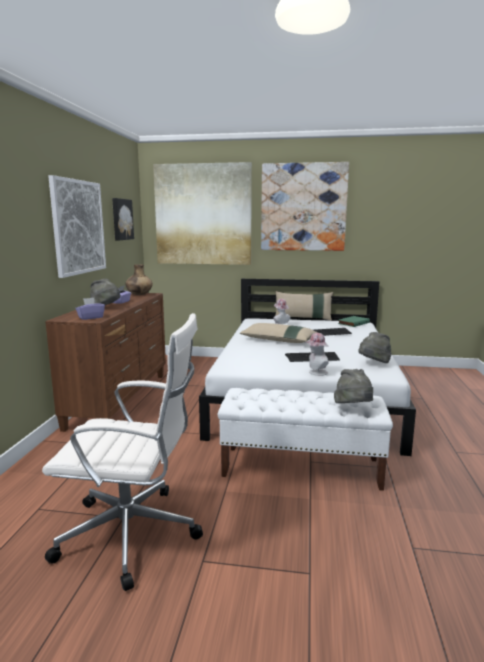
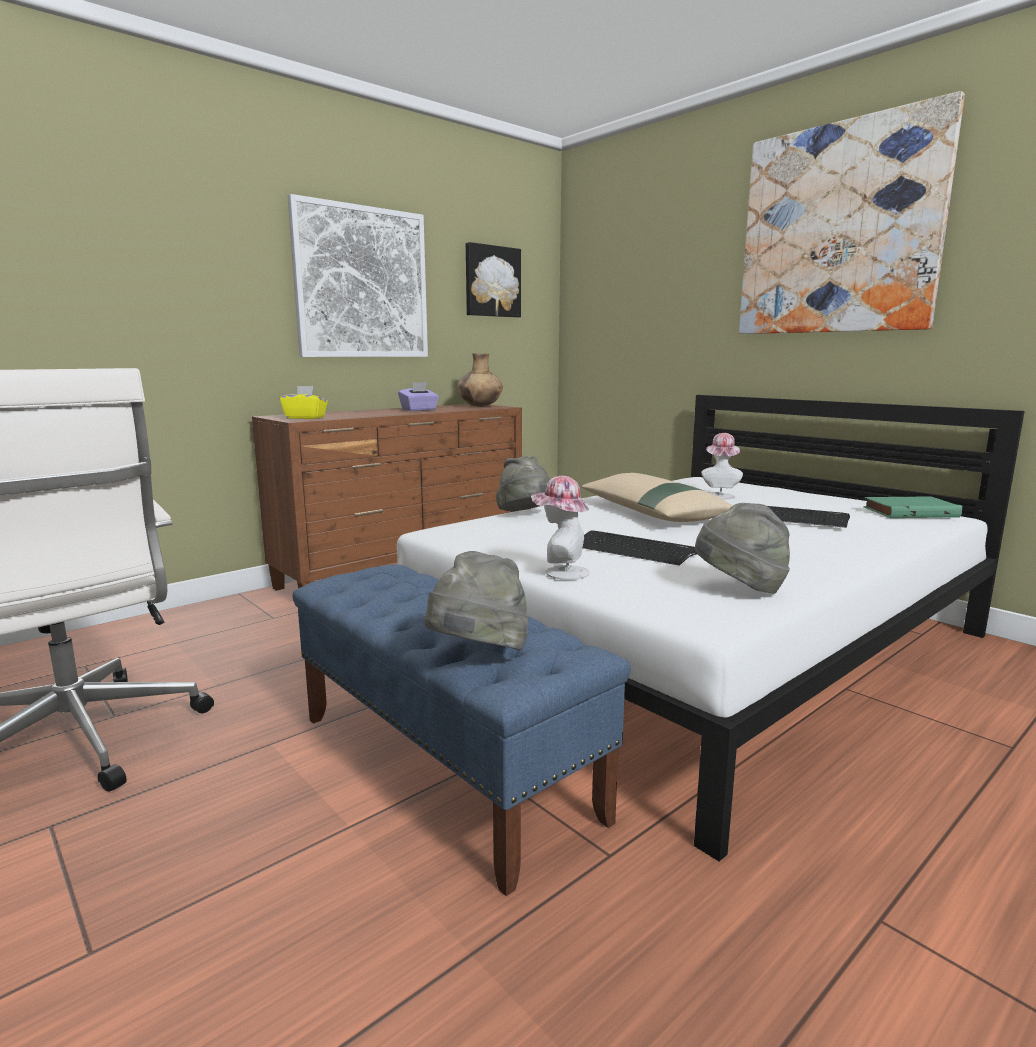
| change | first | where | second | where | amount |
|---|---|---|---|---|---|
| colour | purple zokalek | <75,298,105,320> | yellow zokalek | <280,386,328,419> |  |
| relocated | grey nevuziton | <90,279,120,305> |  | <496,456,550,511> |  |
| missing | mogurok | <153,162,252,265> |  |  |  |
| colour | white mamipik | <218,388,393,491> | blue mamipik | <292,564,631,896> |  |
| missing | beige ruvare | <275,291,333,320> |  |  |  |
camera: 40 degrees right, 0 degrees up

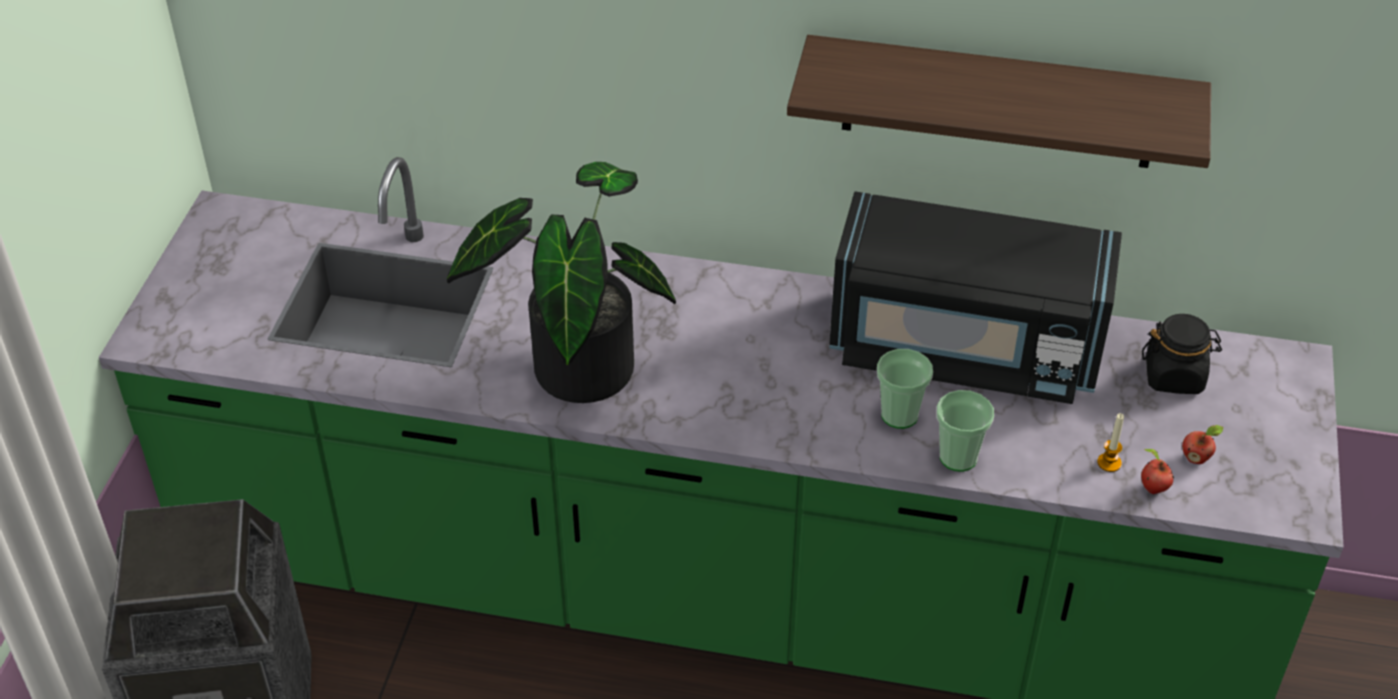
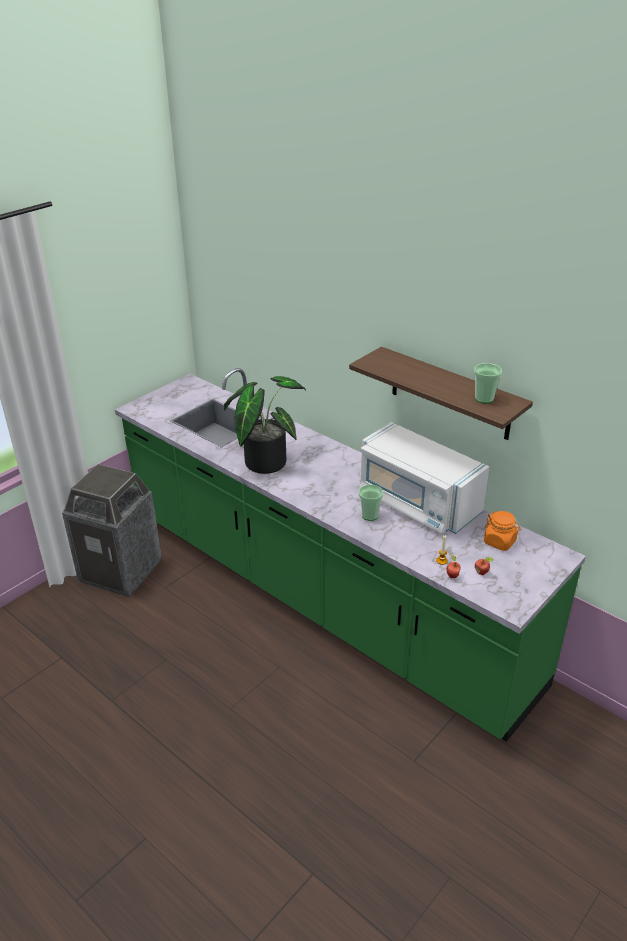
| change | first | where | second | where | amount |
|---|---|---|---|---|---|
| colour | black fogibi | <829,191,1122,404> | white fogibi | <359,422,489,534> |  |
| relocated | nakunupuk | <937,390,994,472> |  | <474,363,502,404> |  |
| colour | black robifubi | <1142,314,1222,394> | orange robifubi | <484,511,521,551> |  |
camera: 30 degrees right, 10 degrees down

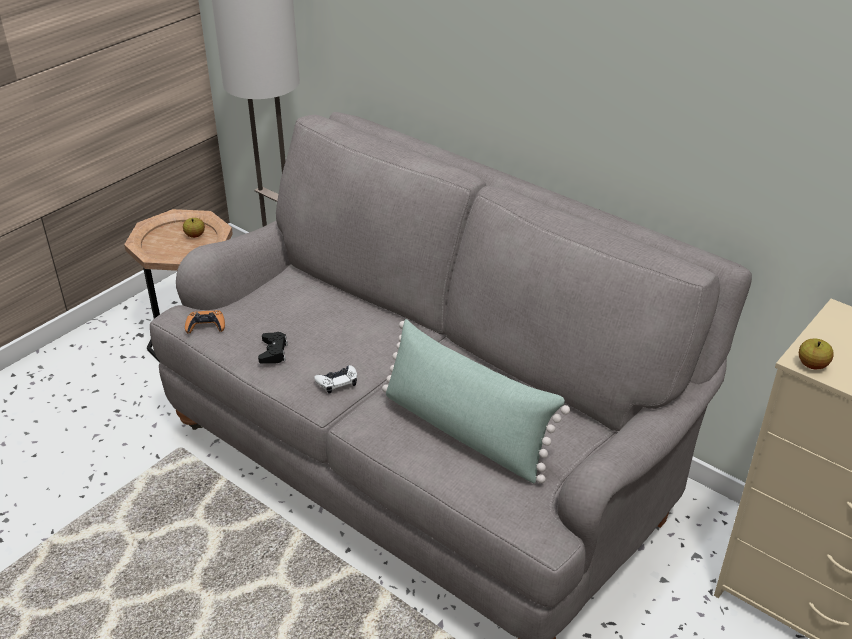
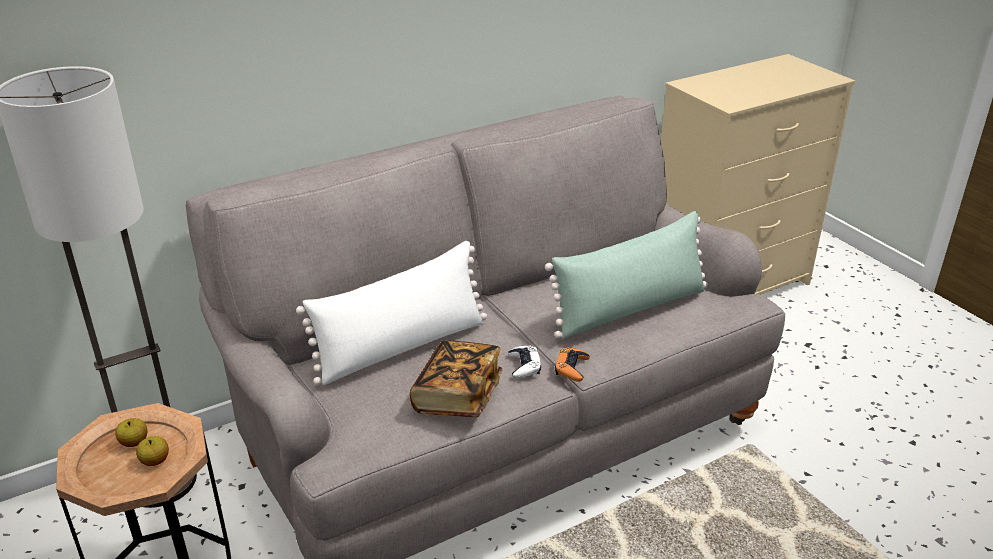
| change | first | where | second | where | amount |
|---|---|---|---|---|---|
| relocated | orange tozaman | <185,310,225,334> |  | <555,347,590,382> |  |
| exchanged | black tozaman | <258,332,288,364> | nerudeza | <410,340,502,417> |  |
| relocated | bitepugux | <799,338,834,369> |  | <136,436,169,466> |  |
| appeared |  |  | white ruvare | <296,241,487,385> |  |
camera: 70 degrees left, 5 degrees down

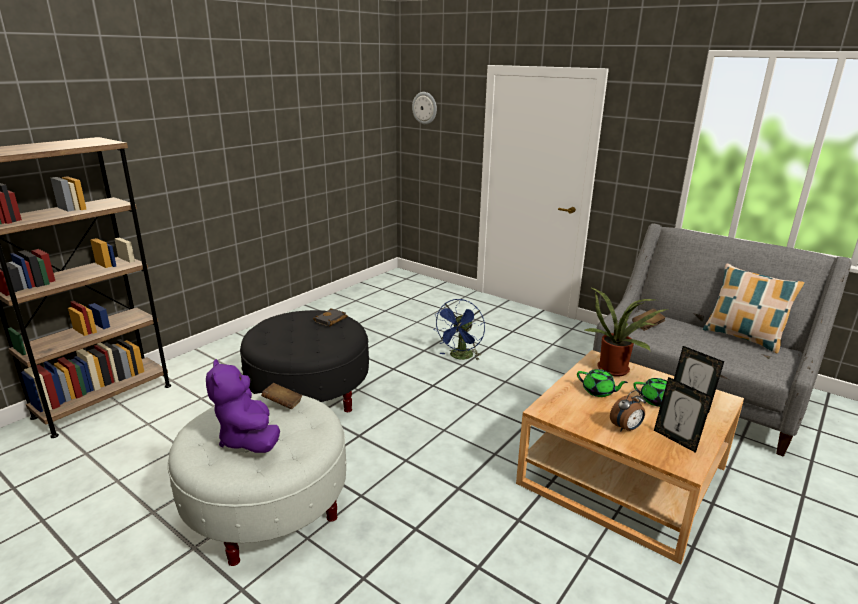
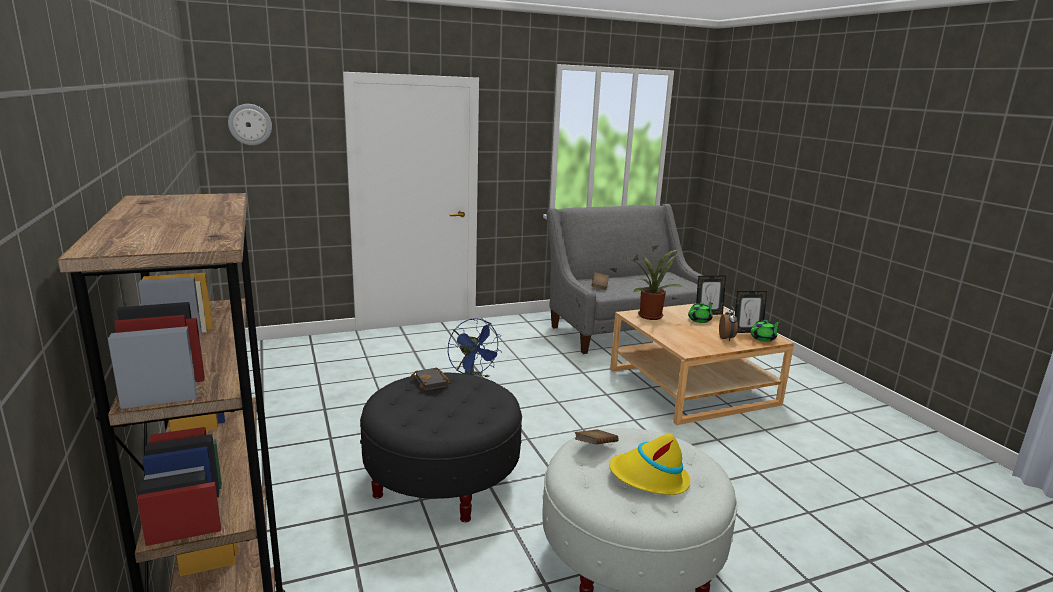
| change | first | where | second | where | amount |
|---|---|---|---|---|---|
| exchanged | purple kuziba | <206,359,280,453> | yellow nevuziton | <609,434,690,495> |  |
| relocated | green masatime | <577,369,628,397> |  | <751,320,781,342> |  |
| missing | ruvare | <703,263,805,353> |  |  |  |
camera: 60 degrees left, 5 degrees down

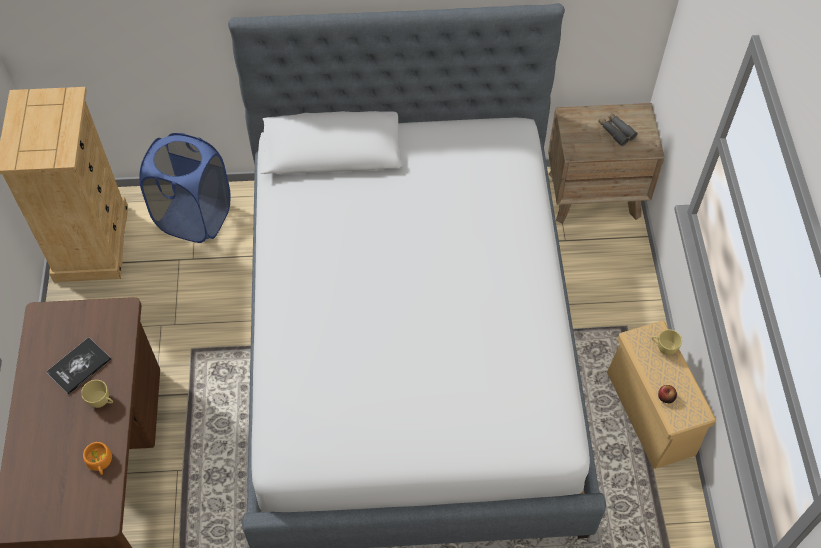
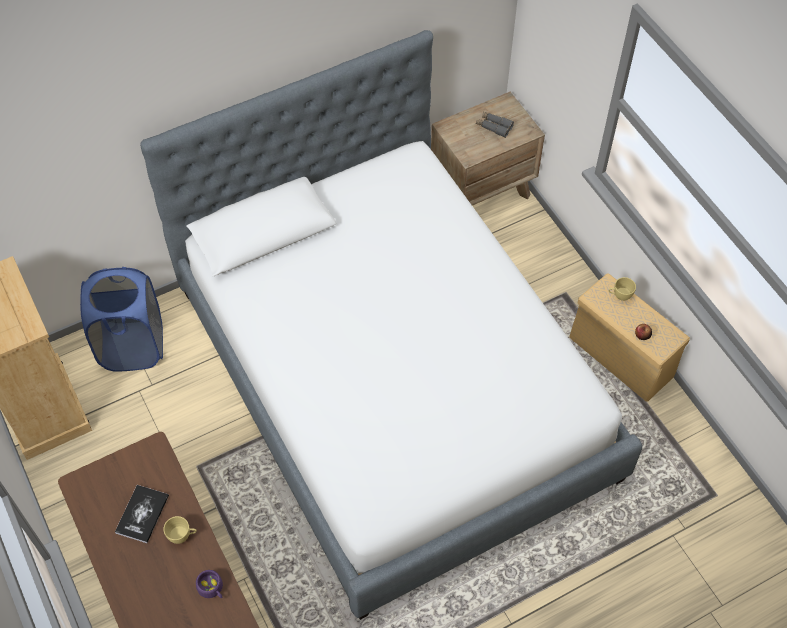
| change | first | where | second | where | amount |
|---|---|---|---|---|---|
| colour | orange nakunupuk | <83,442,112,475> | purple nakunupuk | <196,570,223,598> |  |
camera: 25 degrees left, 0 degrees up

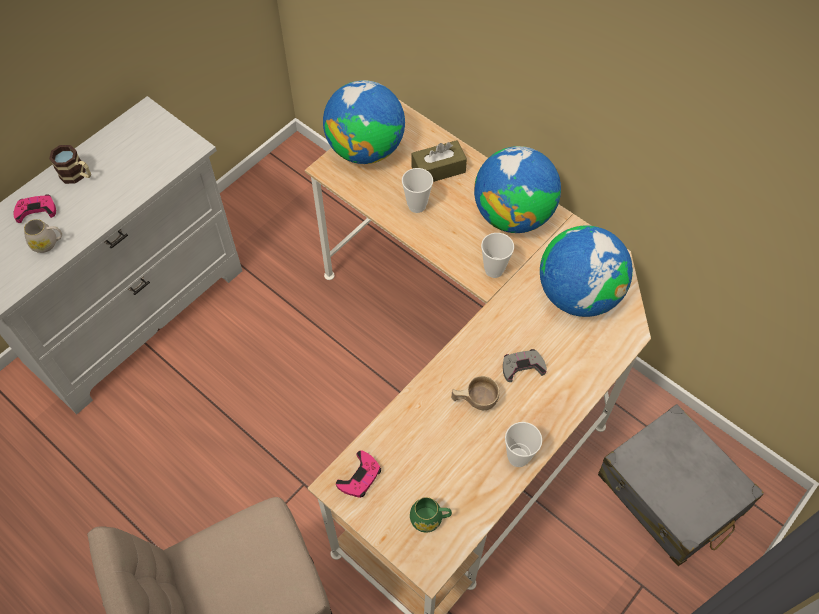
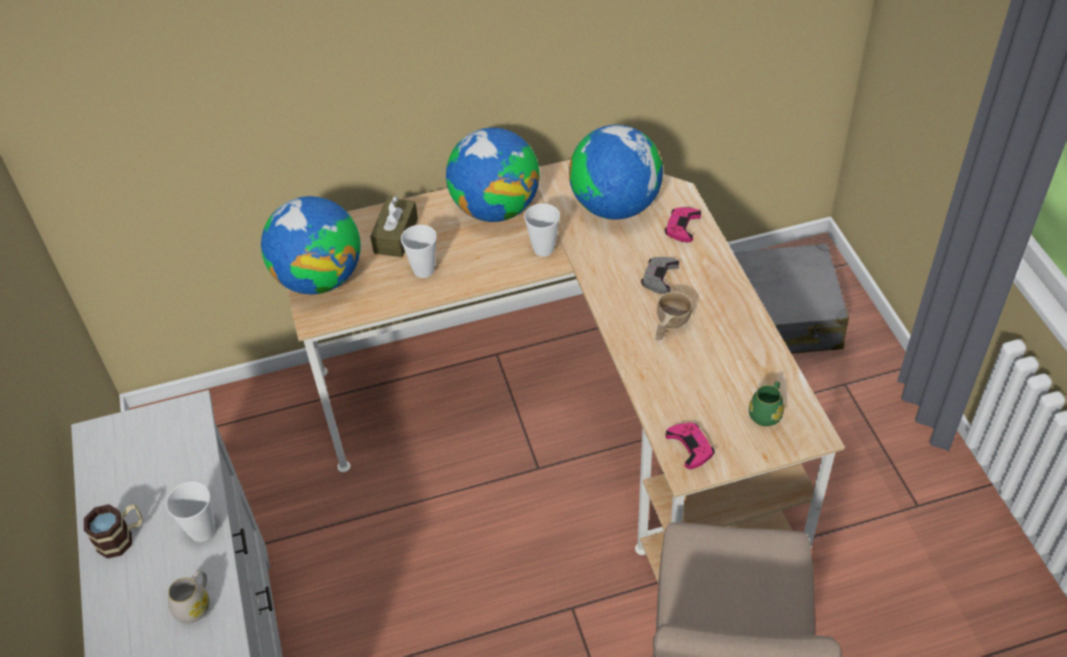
| change | first | where | second | where | amount |
|---|---|---|---|---|---|
| relocated | pink tozaman | <14,194,56,223> |  | <665,207,701,242> |  |
| relocated | nakunupuk | <505,422,542,467> |  | <166,482,215,542> |  |
camera: 55 degrees left, 10 degrees down

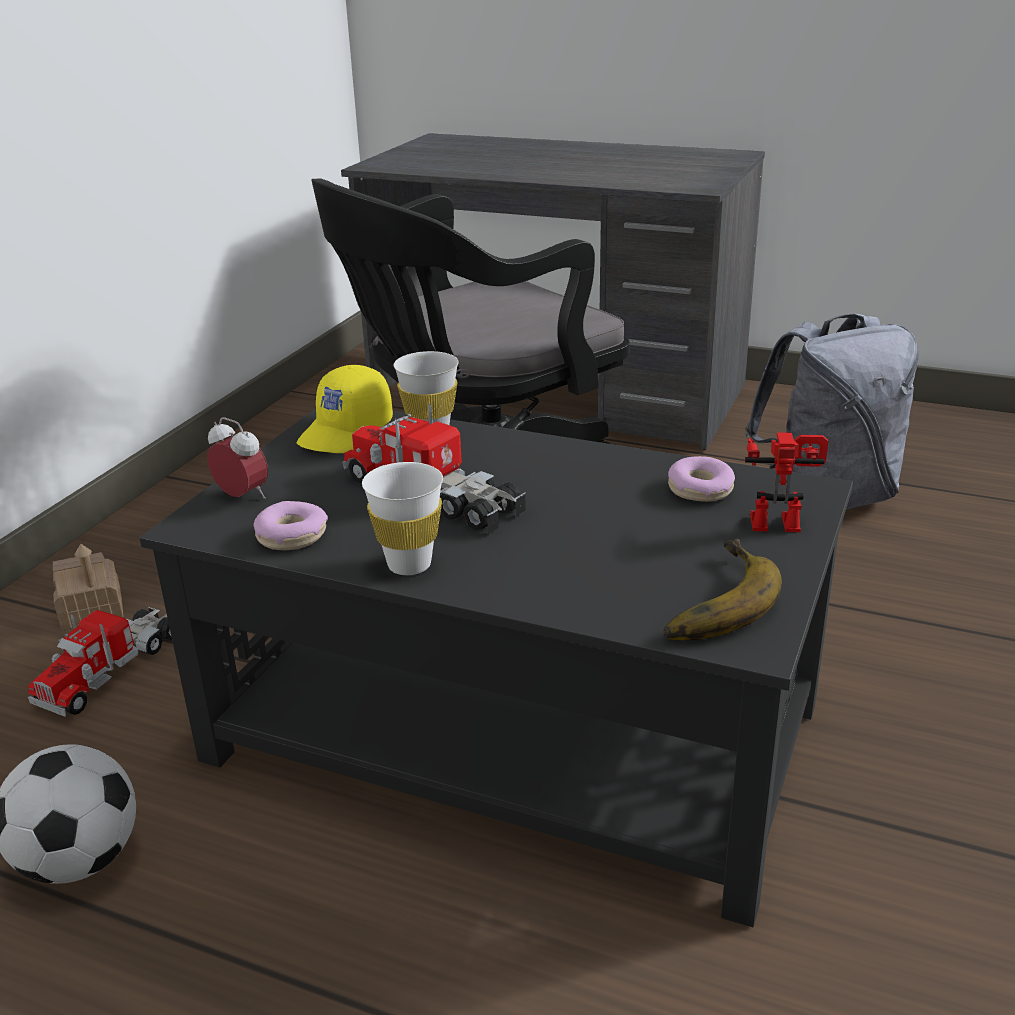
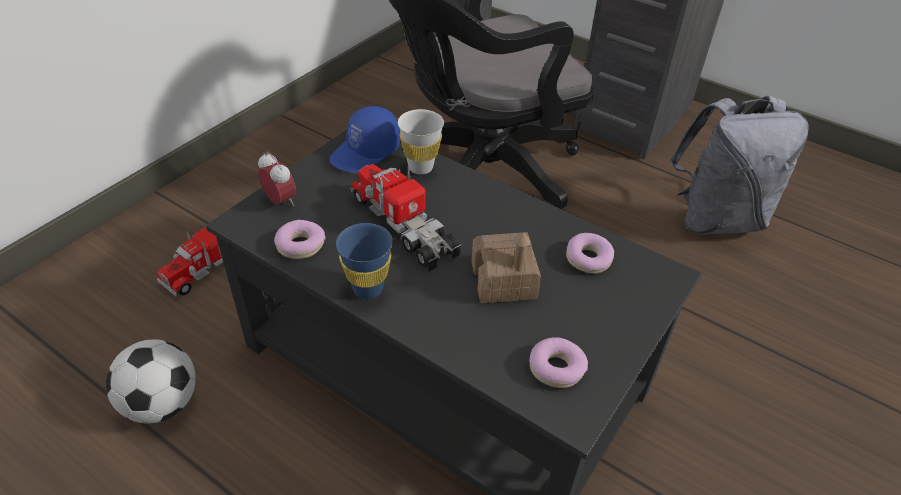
| change | first | where | second | where | amount |
|---|---|---|---|---|---|
| relocated | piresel | <53,544,123,630> |  | <471,232,541,303> |  |
| colour | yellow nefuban | <297,365,393,453> | blue nefuban | <330,106,400,173> |  |
| colour | white nakunupuk | <362,462,443,575> | blue nakunupuk | <336,223,393,299> |  |
| exchanged | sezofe | <663,539,782,640> | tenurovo | <530,337,588,388> |  |
| missing | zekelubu | <745,432,828,532> |  |  |  |
camera: 10 degrees right, 15 degrees up

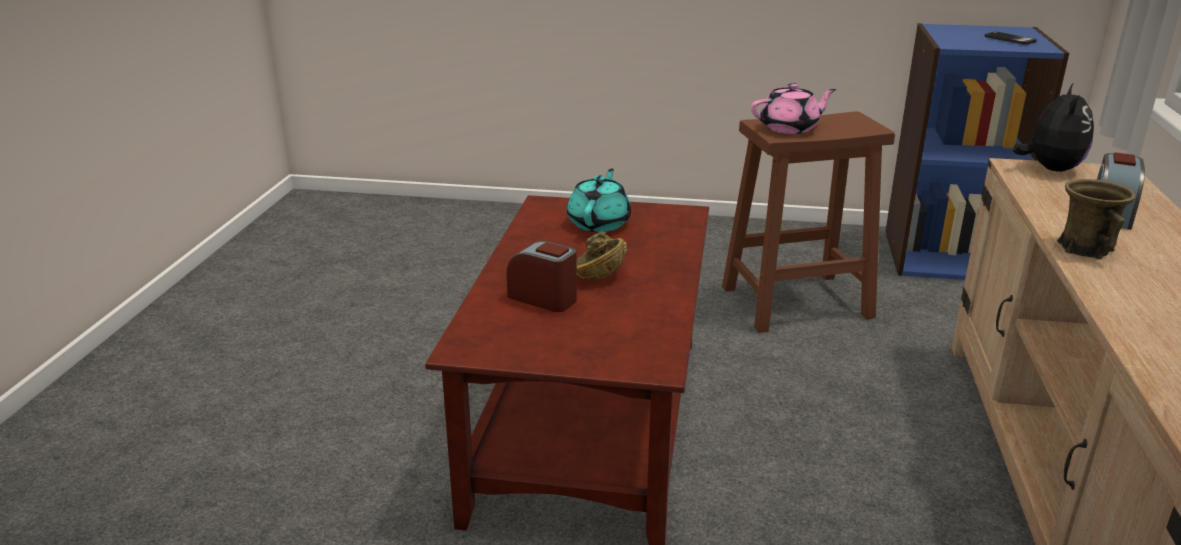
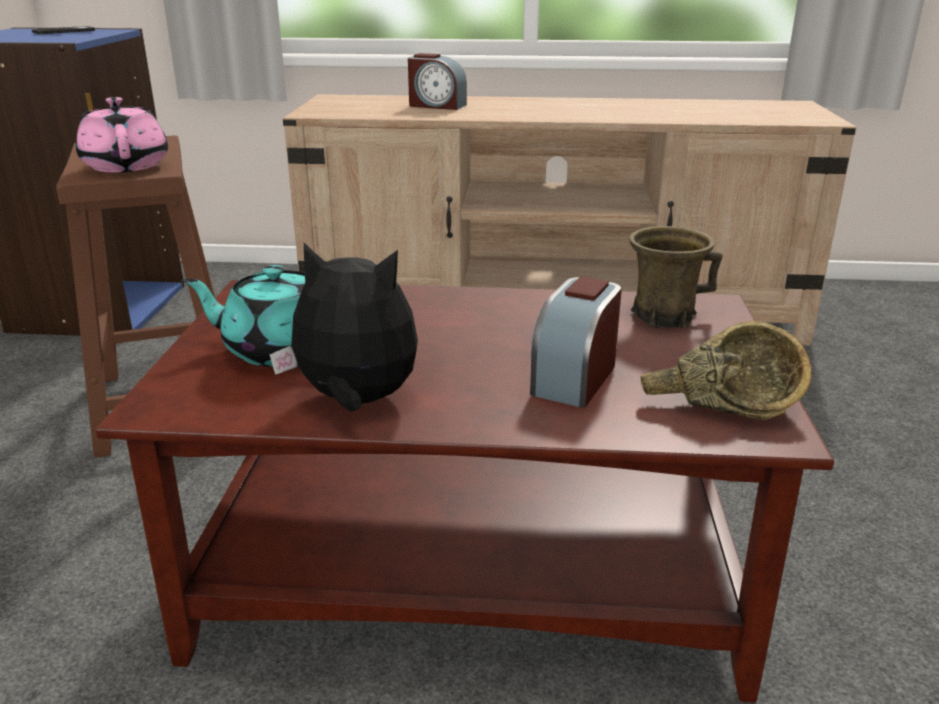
| change | first | where | second | where | amount |
|---|---|---|---|---|---|
| relocated | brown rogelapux | <577,232,627,280> |  | <640,321,811,420> |  |
| relocated | kuziba | <1013,84,1094,172> |  | <269,243,418,412> |  |
| relocated | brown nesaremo | <1057,179,1136,259> |  | <629,226,723,328> |  |
camera: 95 degrees left, 0 degrees up

